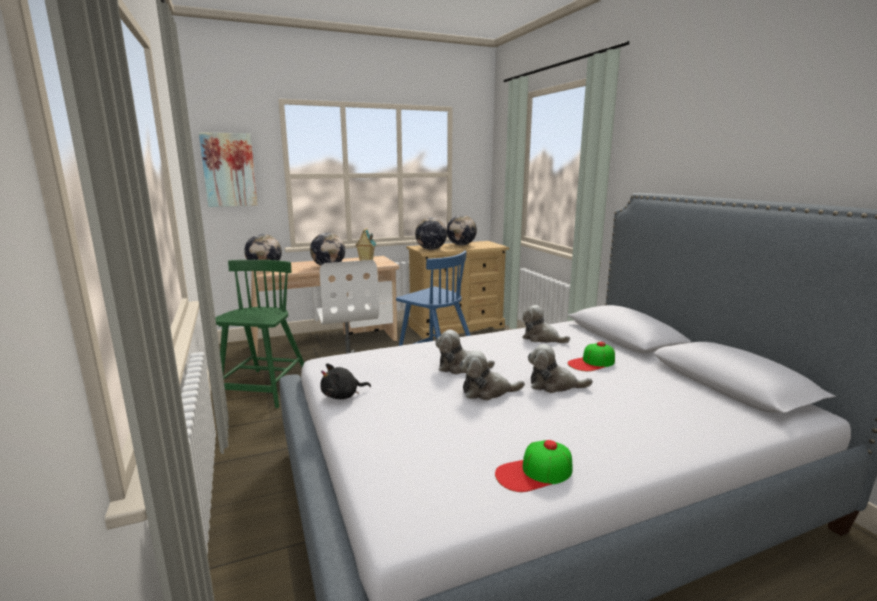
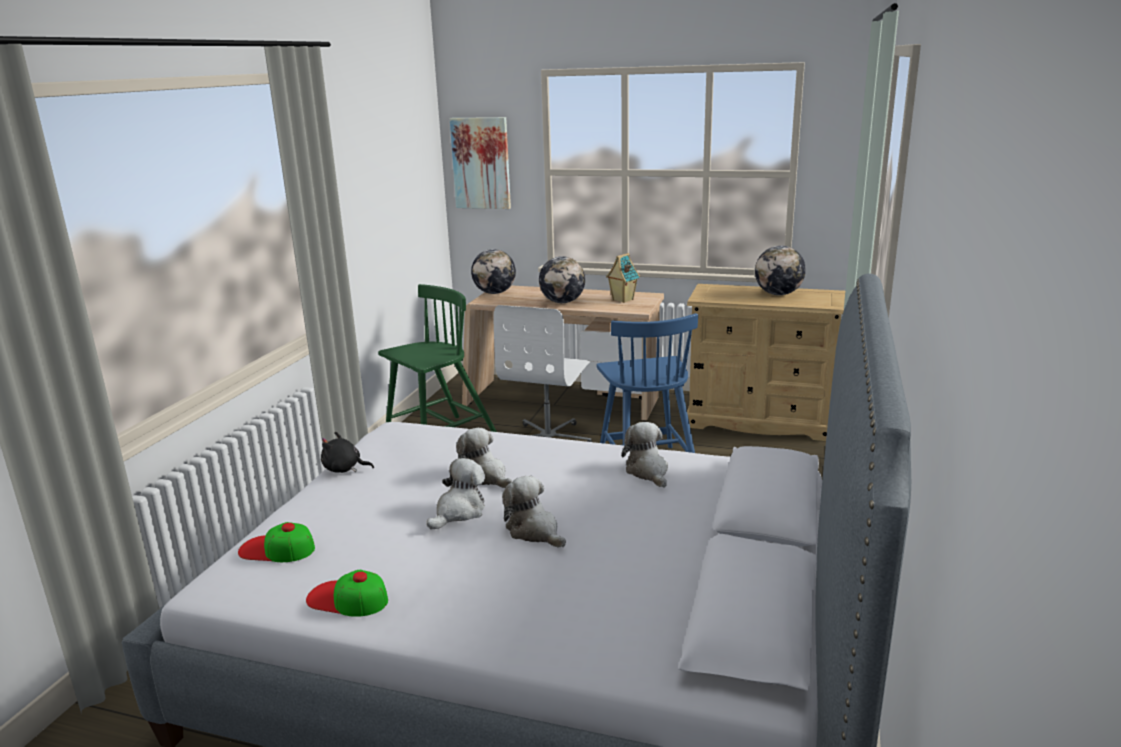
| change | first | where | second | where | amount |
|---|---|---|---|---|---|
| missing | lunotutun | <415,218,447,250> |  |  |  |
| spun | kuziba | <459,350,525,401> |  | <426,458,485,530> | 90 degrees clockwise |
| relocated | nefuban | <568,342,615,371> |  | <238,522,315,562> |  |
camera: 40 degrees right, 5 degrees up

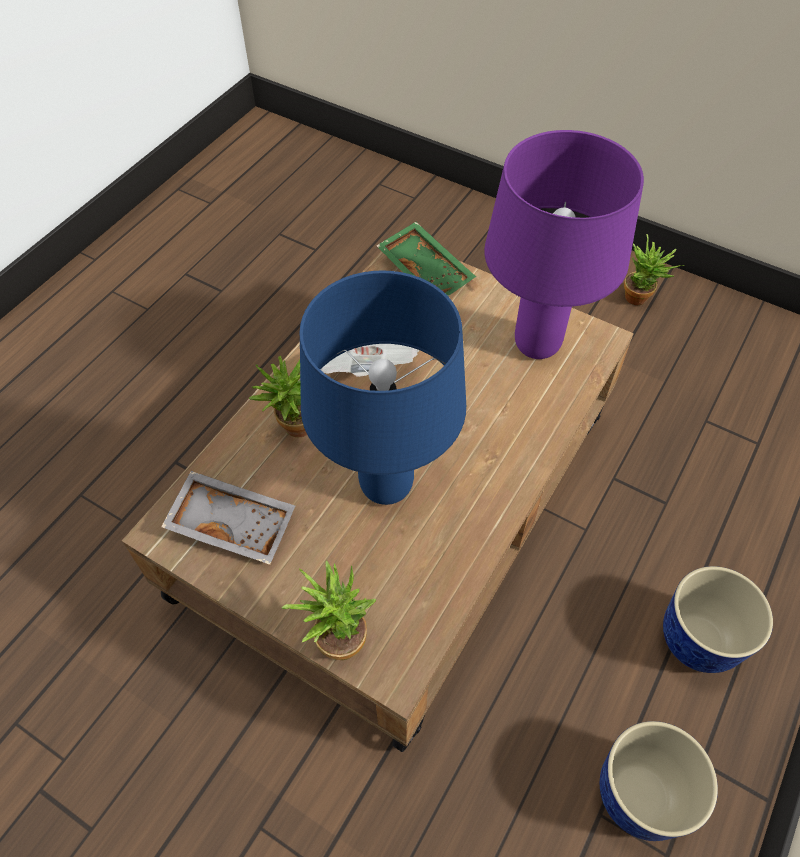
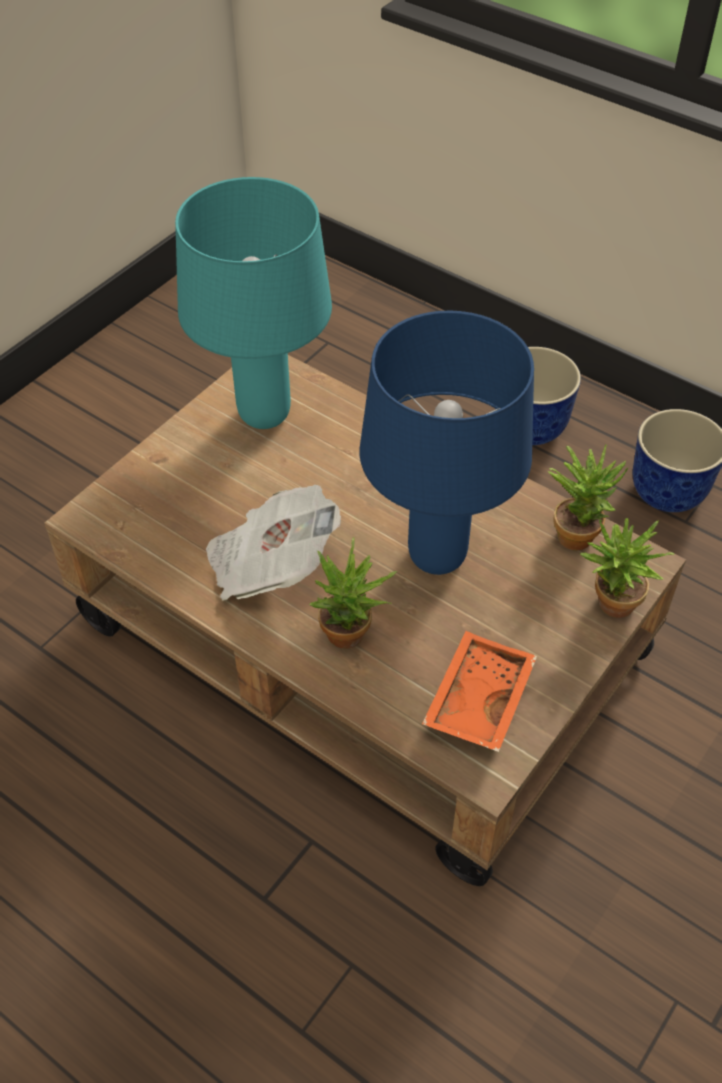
| change | first | where | second | where | amount |
|---|---|---|---|---|---|
| colour | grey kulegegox | <161,471,295,565> | orange kulegegox | <422,631,537,752> |  |
| missing | green kulegegox | <376,222,476,296> |  |  |  |
| colour | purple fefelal | <484,130,644,359> | turquoise fefelal | <175,177,332,429> |  |
| relocated | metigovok | <624,234,684,305> |  | <547,444,628,550> |  |
camera: 85 degrees left, 5 degrees down

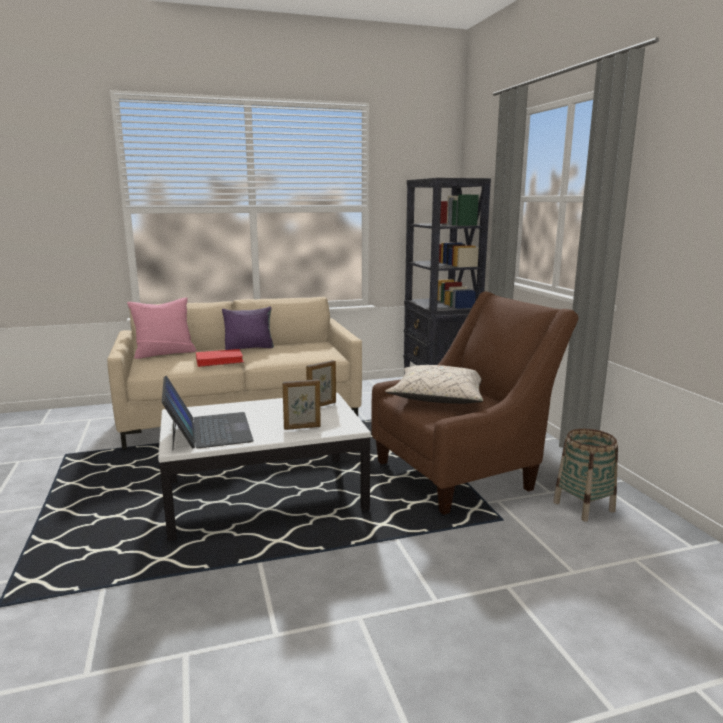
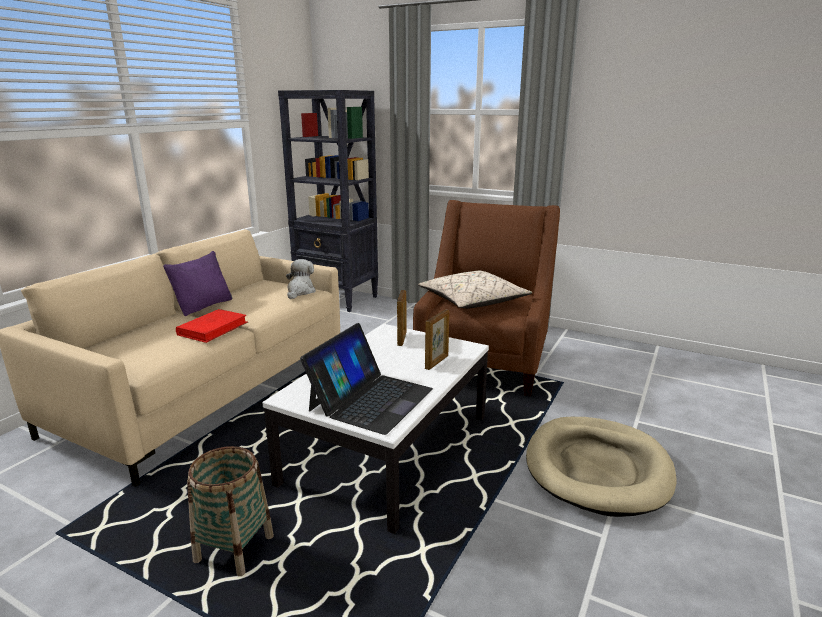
| change | first | where | second | where | amount |
|---|---|---|---|---|---|
| missing | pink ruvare | <127,297,197,359> |  |  |  |
| spun | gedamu | <162,376,253,449> |  | <300,323,433,435> | 90 degrees clockwise |
| relocated | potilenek | <553,429,618,521> |  | <187,446,274,576> |  |
| appeared |  |  | kuziba | <286,259,316,299> |  |
| appeared |  |  | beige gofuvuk | <526,417,677,517> |  |
camera: 45 degrees left, 5 degrees up

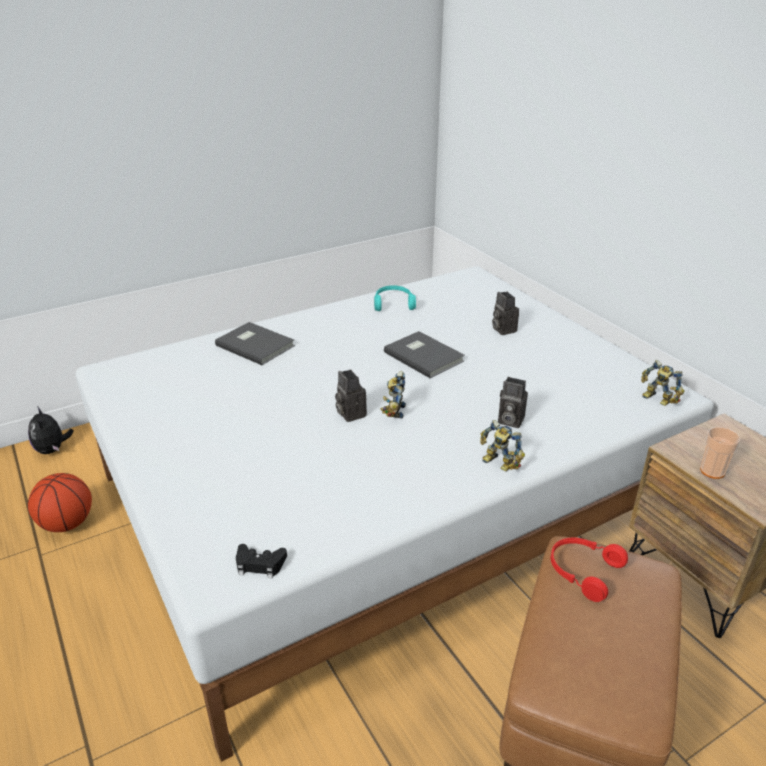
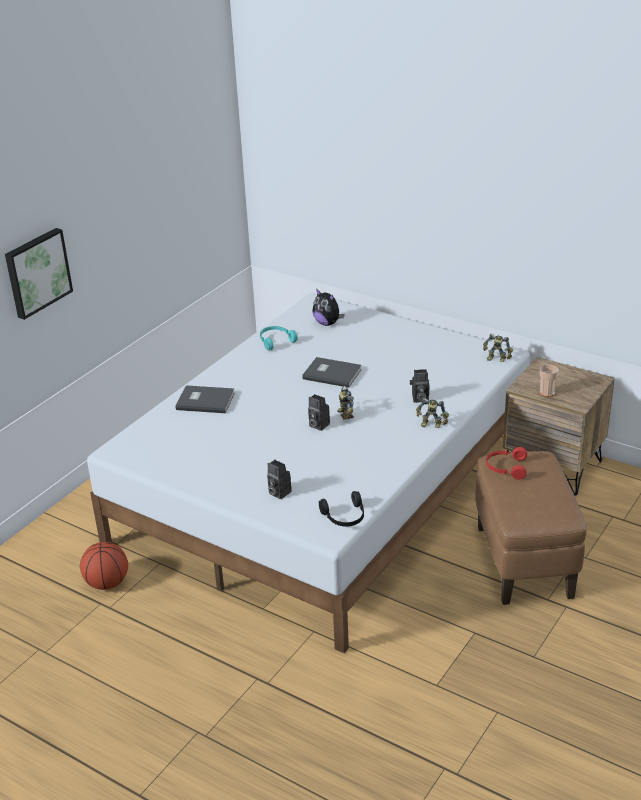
| change | first | where | second | where | amount |
|---|---|---|---|---|---|
| relocated | kuziba | <28,406,74,454> |  | <312,289,344,326> |  |
| exchanged | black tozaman | <236,544,287,578> | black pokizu | <319,491,364,527> |  |
| relocated | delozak | <492,292,519,335> |  | <267,460,292,499> |  |
| appeared |  |  | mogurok | <5,228,73,320> |  |
camera: 25 degrees left, 0 degrees up

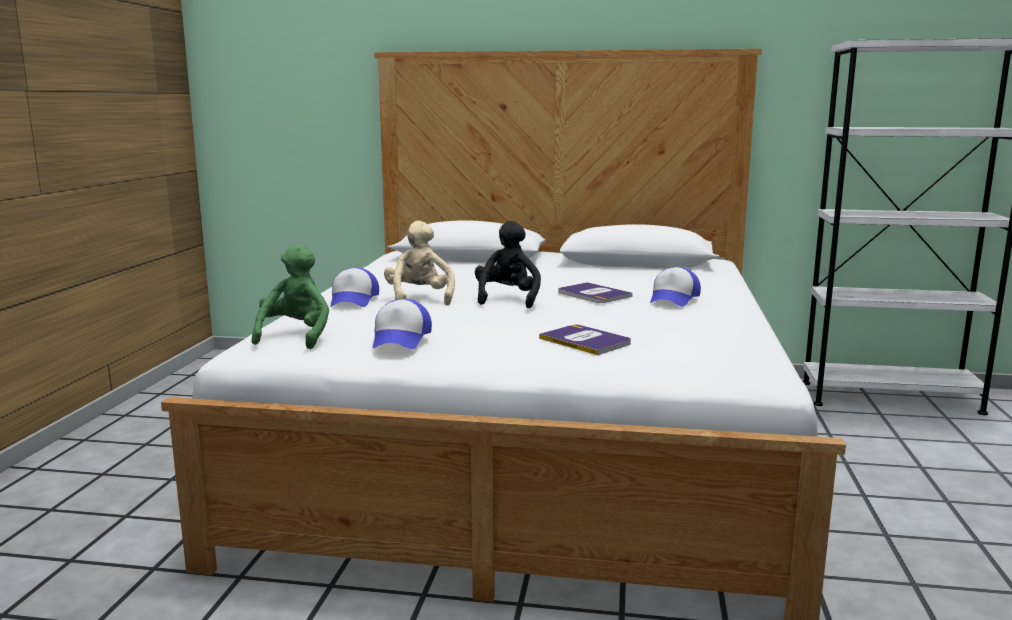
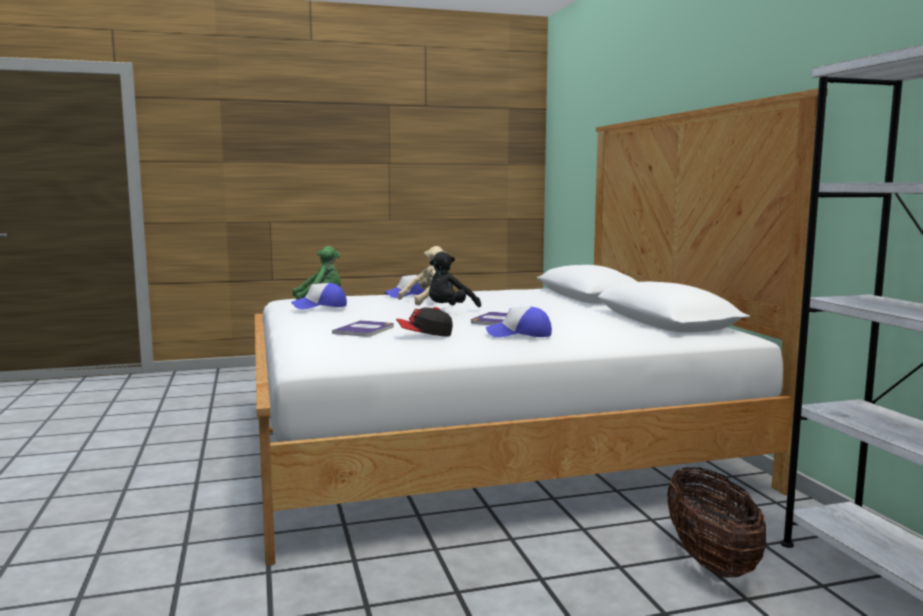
| change | first | where | second | where | amount |
|---|---|---|---|---|---|
| spun | black kuziba | <475,221,541,308> |  | <429,252,481,308> | 150 degrees clockwise |
| appeared |  |  | nefuban | <396,307,453,337> |  |
| appeared |  |  | potilenek | <667,467,767,577> |  |
camera: 65 degrees right, 5 degrees down

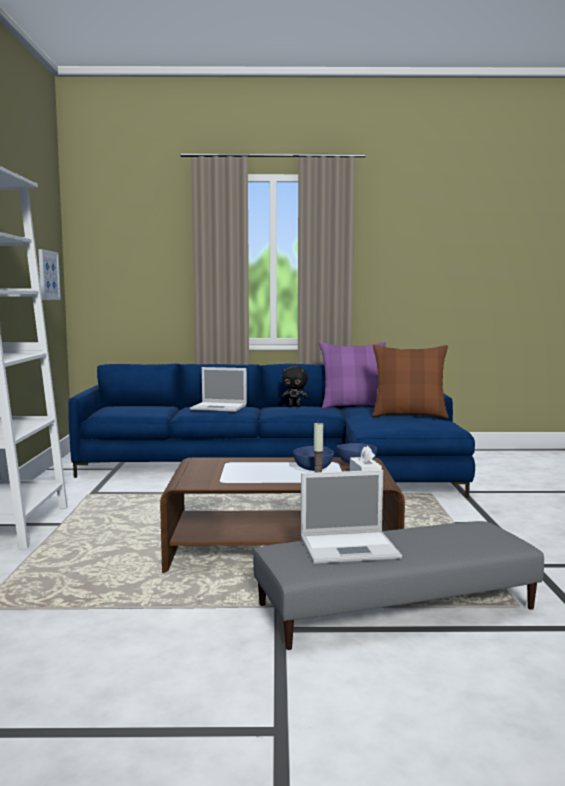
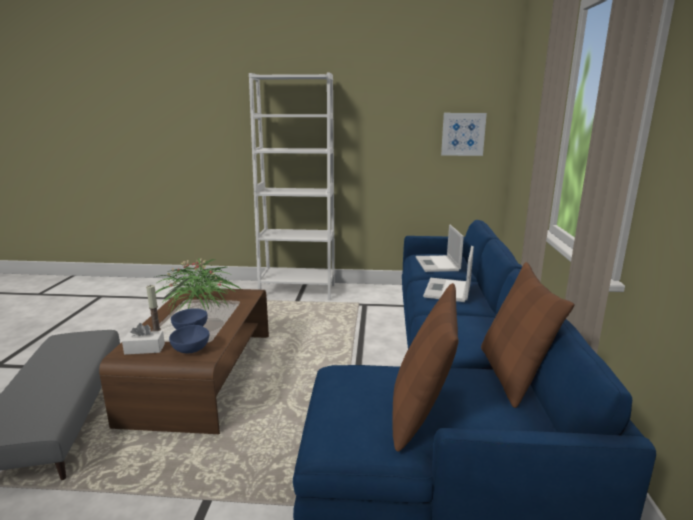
| change | first | where | second | where | amount |
|---|---|---|---|---|---|
| missing | black kuziba | <281,366,309,407> |  |  |  |
| relocated | gedamu | <301,470,402,564> |  | <415,224,464,272> |  |
| colour | purple ruvare | <319,342,386,408> | brown ruvare | <481,262,575,408> |  |
| appeared |  |  | metigovok | <156,258,241,314> |  |
camera: 95 degrees right, 10 degrees up

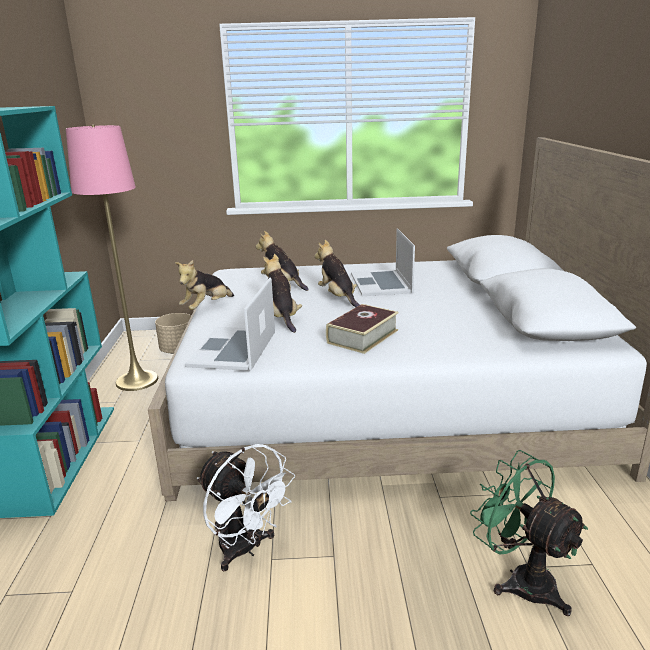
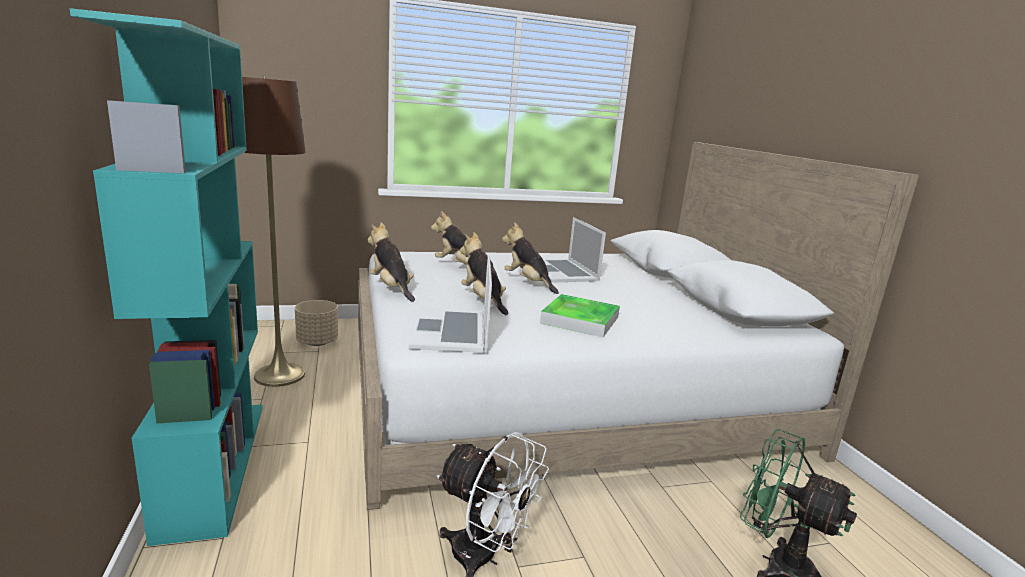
| change | first | where | second | where | amount |
|---|---|---|---|---|---|
| colour | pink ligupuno | <66,125,158,391> | brown ligupuno | <242,76,306,387> |  |
| spun | kuziba | <175,260,234,310> |  | <368,222,415,302> | 120 degrees clockwise |
| exchanged | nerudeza | <326,304,399,354> | kulegegox | <540,294,620,337> |  |
camera: 15 degrees left, 5 degrees down

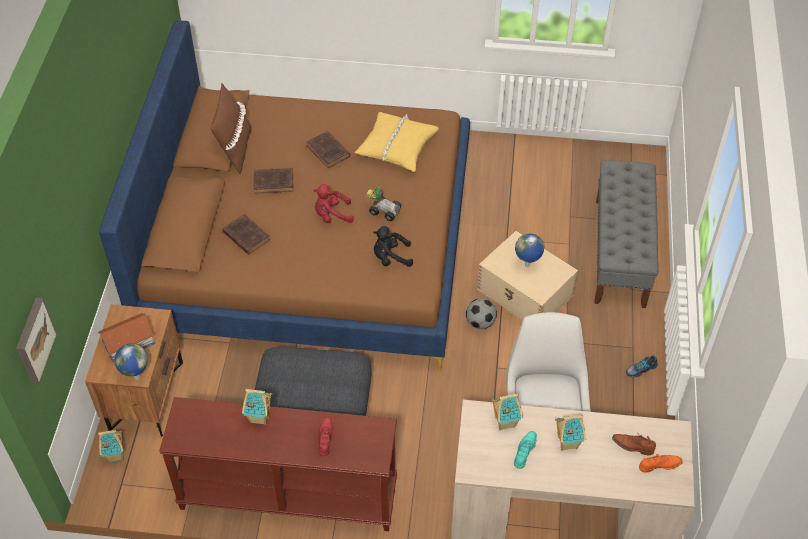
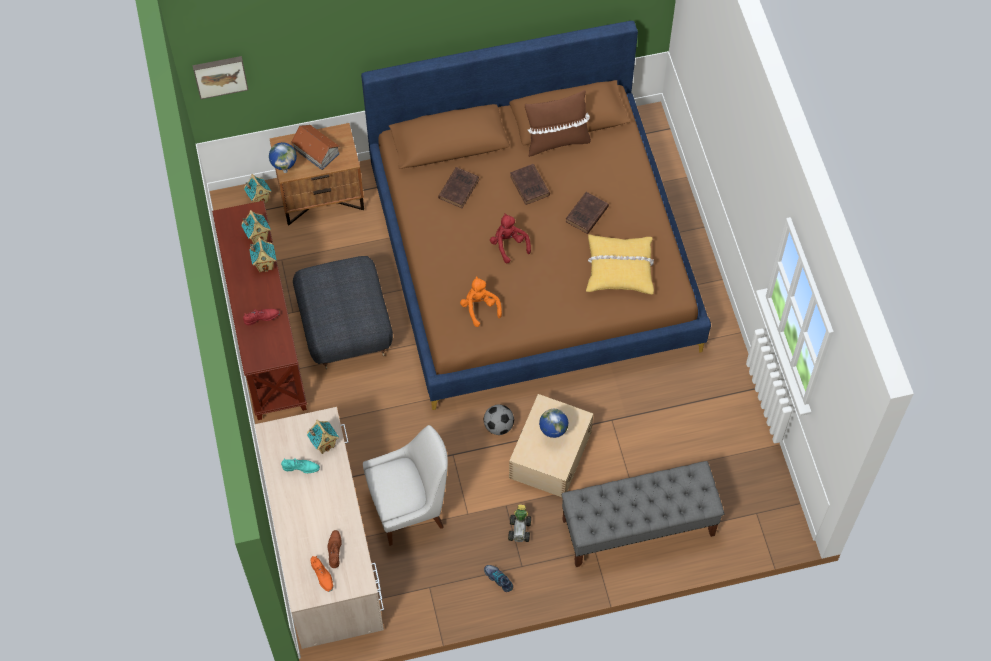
| change | first | where | second | where | amount |
|---|---|---|---|---|---|
| relocated | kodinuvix | <366,187,401,221> |  | <508,505,531,542> |  |
| colour | black kuziba | <373,226,413,267> | orange kuziba | <460,276,502,327> |  |
| relocated | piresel | <555,415,586,451> |  | <241,210,271,244> |  |
camera: 70 degrees right, 10 degrees up

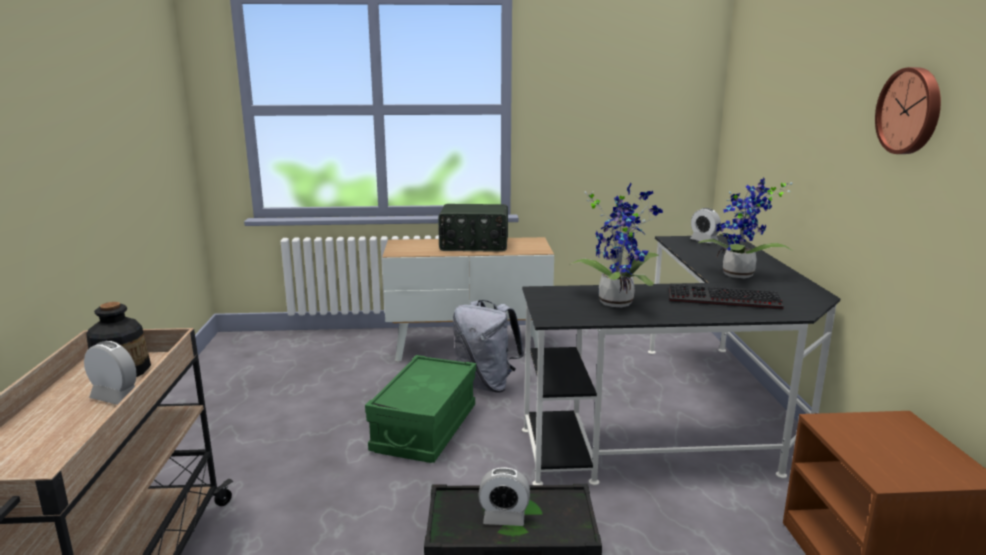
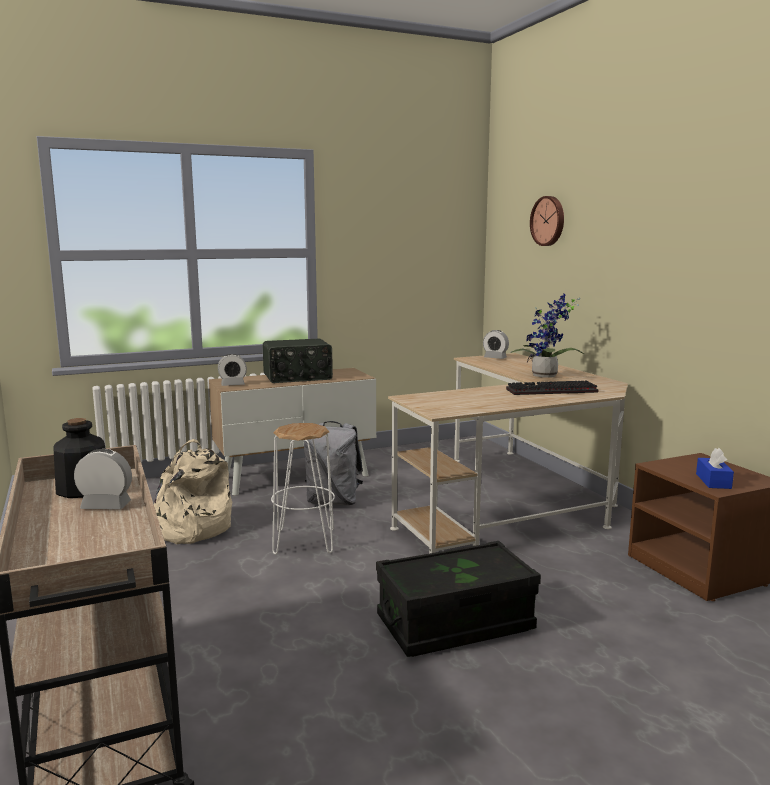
| change | first | where | second | where | amount |
|---|---|---|---|---|---|
| exchanged | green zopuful | <365,355,476,463> | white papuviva | <271,423,335,554> |  |
| relocated | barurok | <478,467,530,526> |  | <218,354,247,386> |  |
| colour | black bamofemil | <522,235,840,485> | beige bamofemil | <388,353,628,554> |  |
| missing | metigovok | <571,183,663,307> |  |  |  |
| relocated | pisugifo | <875,67,941,154> |  | <530,196,564,246> |  |
| appeared |  |  | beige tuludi | <154,439,232,544> |  |
| appeared |  |  | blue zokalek | <696,448,734,489> |  |
camera: 20 degrees left, 5 degrees down

